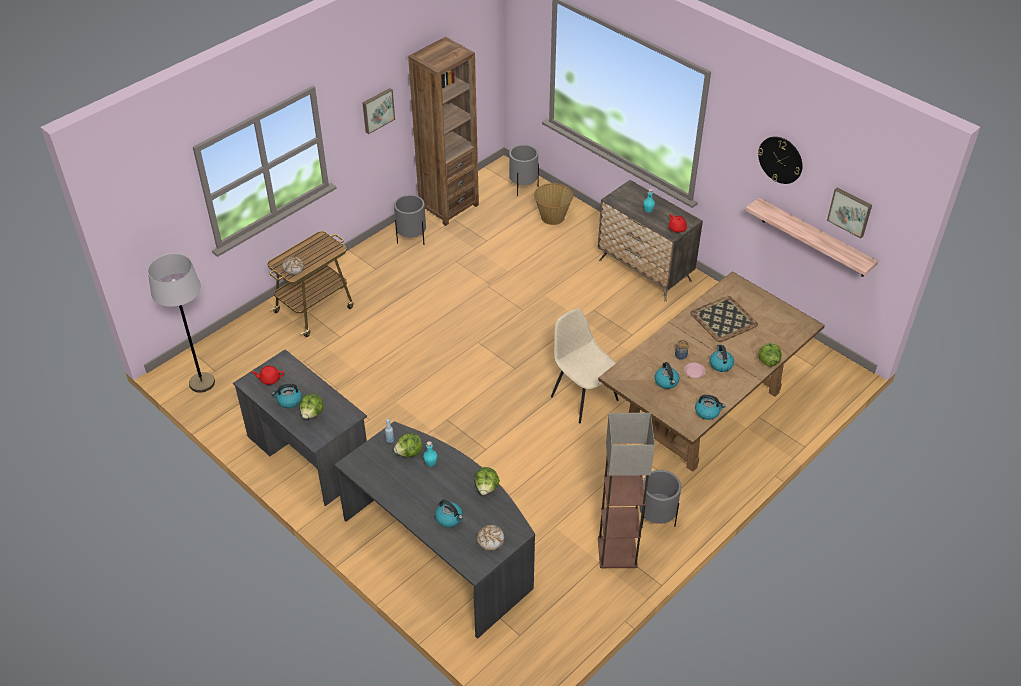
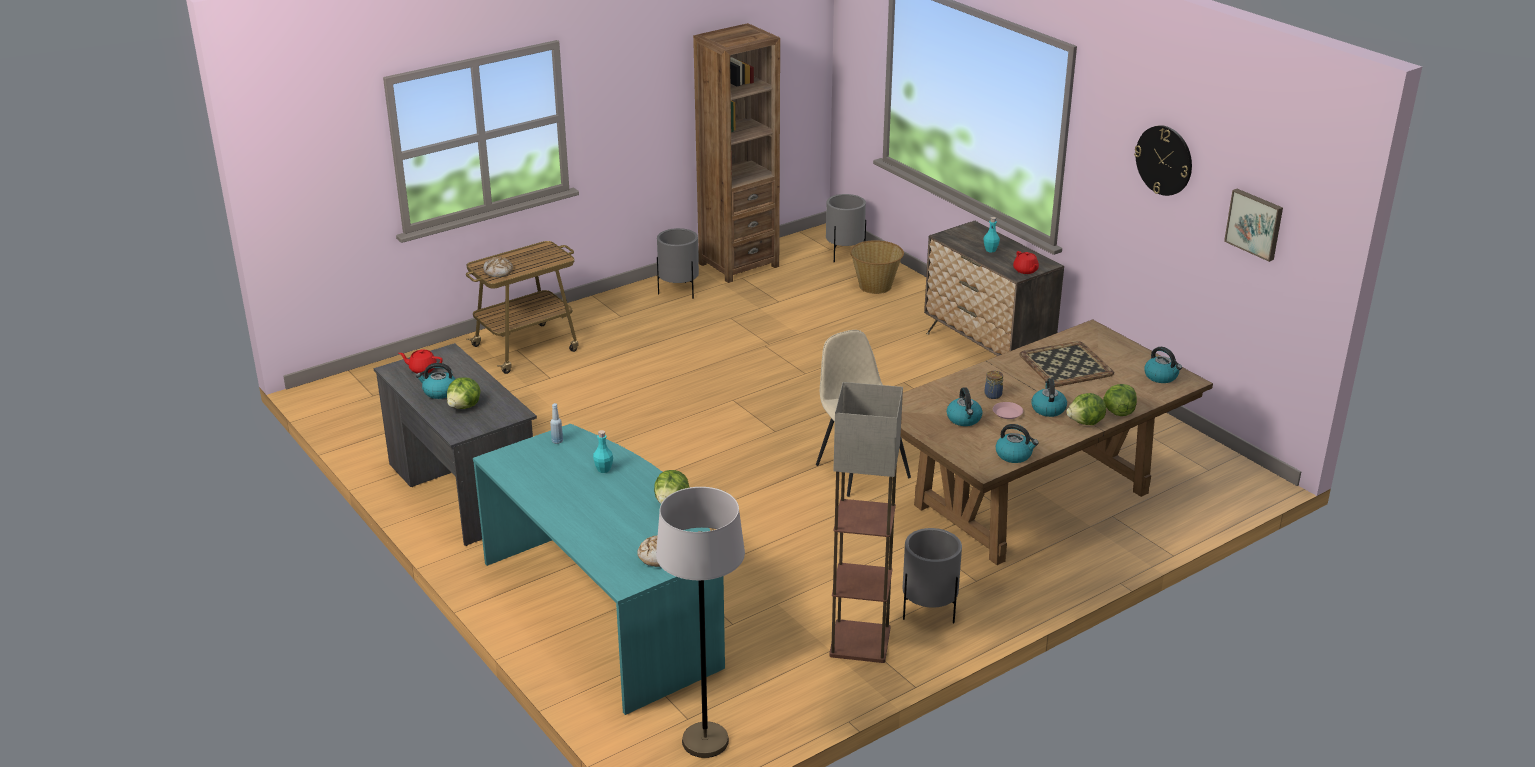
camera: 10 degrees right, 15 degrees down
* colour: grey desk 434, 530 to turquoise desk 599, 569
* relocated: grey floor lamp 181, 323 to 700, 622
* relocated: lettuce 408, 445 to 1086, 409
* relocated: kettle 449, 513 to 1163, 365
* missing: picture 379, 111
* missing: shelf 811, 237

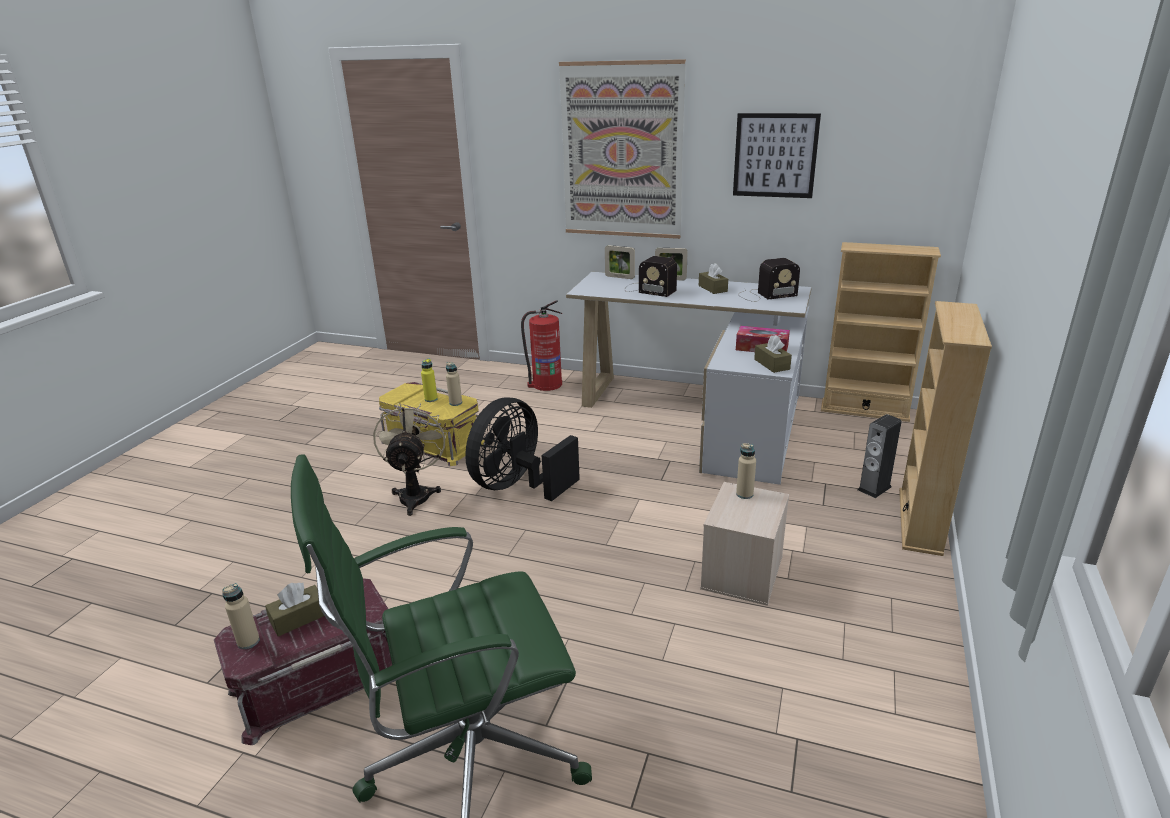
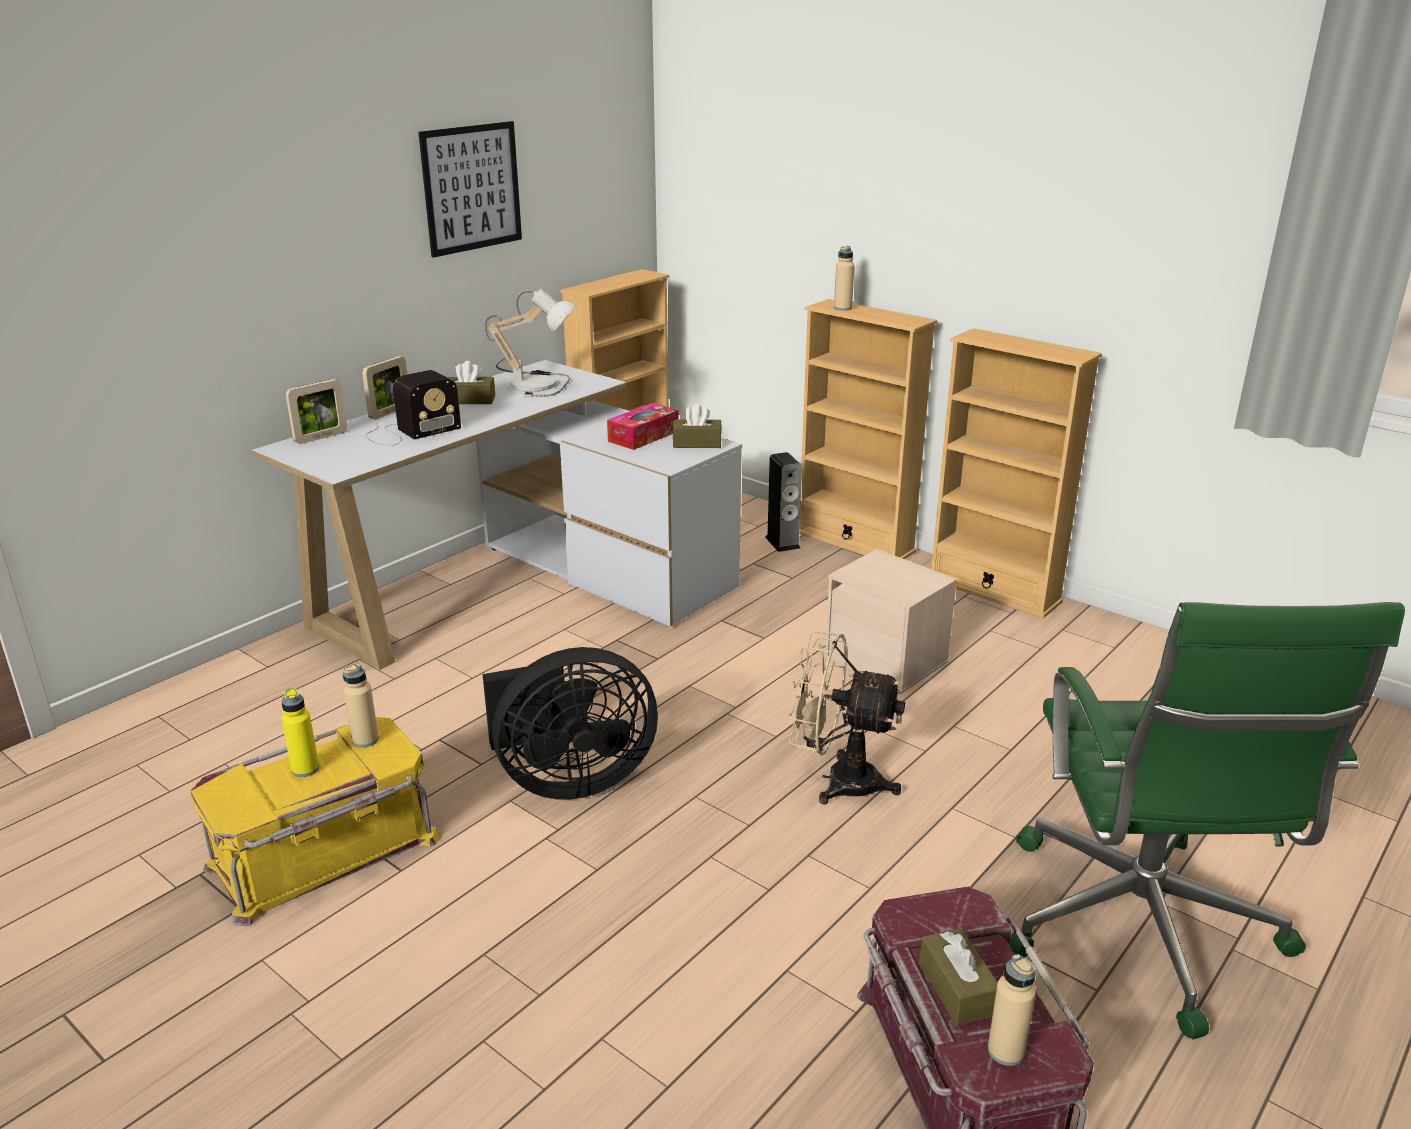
camera: 70 degrees left, 0 degrees up
* spun: black fan 522, 449 = 570, 723 75 degrees counterclockwise
* exchanged: radio 769, 280 to table lamp 530, 342
* relocated: beige fan 410, 459 to 846, 718
* relocated: beige bottle 746, 471 to 844, 278
* appeared: beige bookcase 1016, 473
* missing: fire extinguisher 541, 345
* missing: picture 622, 149

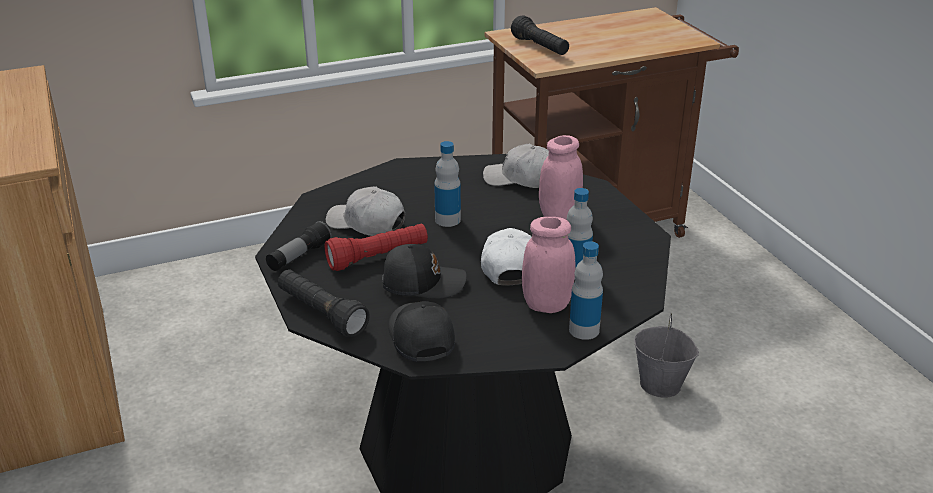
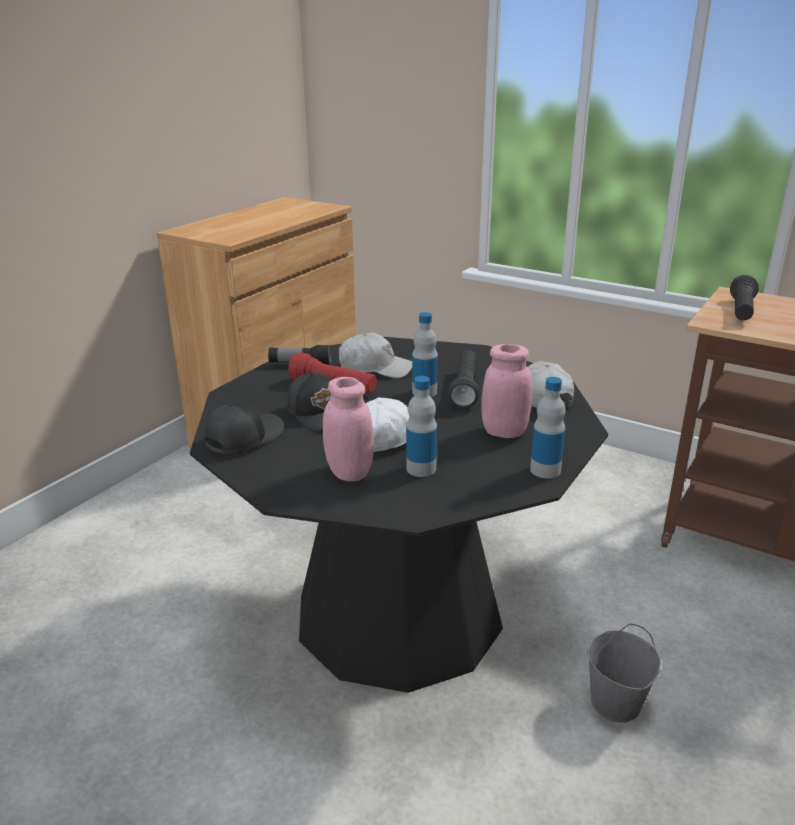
camera: 55 degrees right, 5 degrees down
* spun: white cap 365, 211 = 375, 355 105 degrees clockwise
* relocated: black flashlight 324, 303 to 463, 379
* relocated: bottle 586, 290 to 548, 427

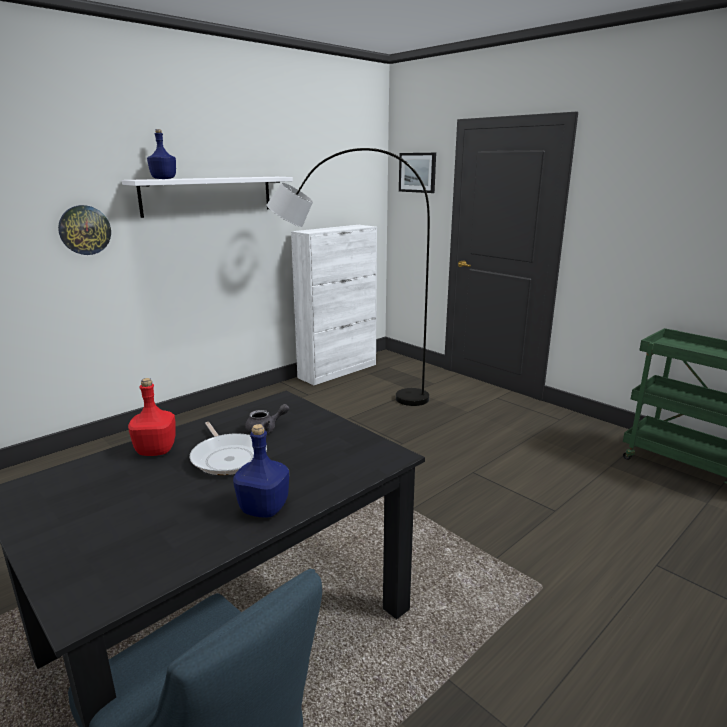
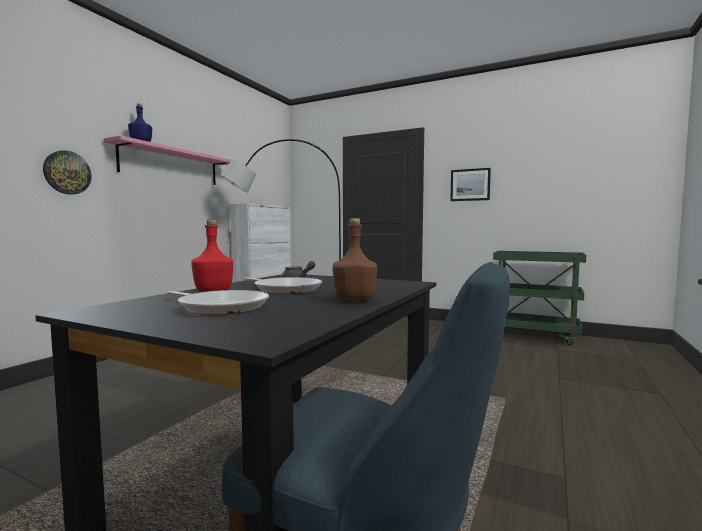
camera: 20 degrees left, 15 degrees down
* colour: white shelf 207, 197 to pink shelf 168, 160
* appeared: frying pan 218, 302
* colour: blue bottle 261, 471 to brown bottle 355, 259
* relocated: picture 417, 173 to 470, 184

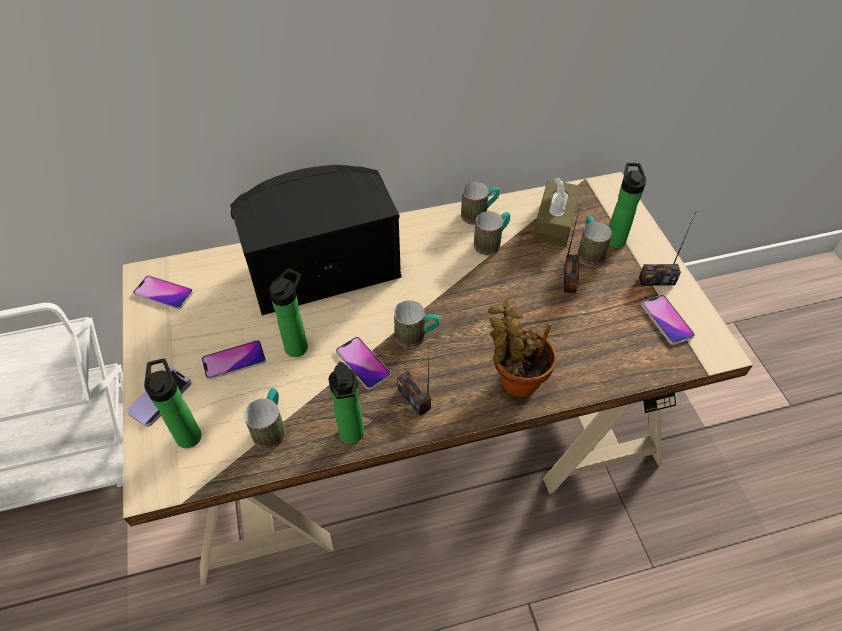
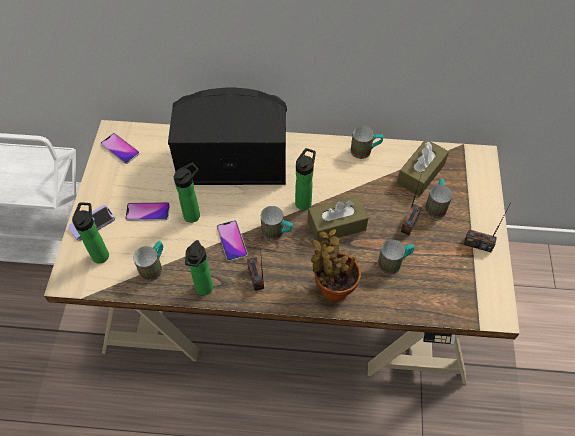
camera: 20 degrees right, 5 degrees up
* relocated: bottle 627, 206 to 305, 179
* appeared: brown tissue box 338, 219
* relocated: mug 492, 233 to 396, 257
* missing: phone 668, 320

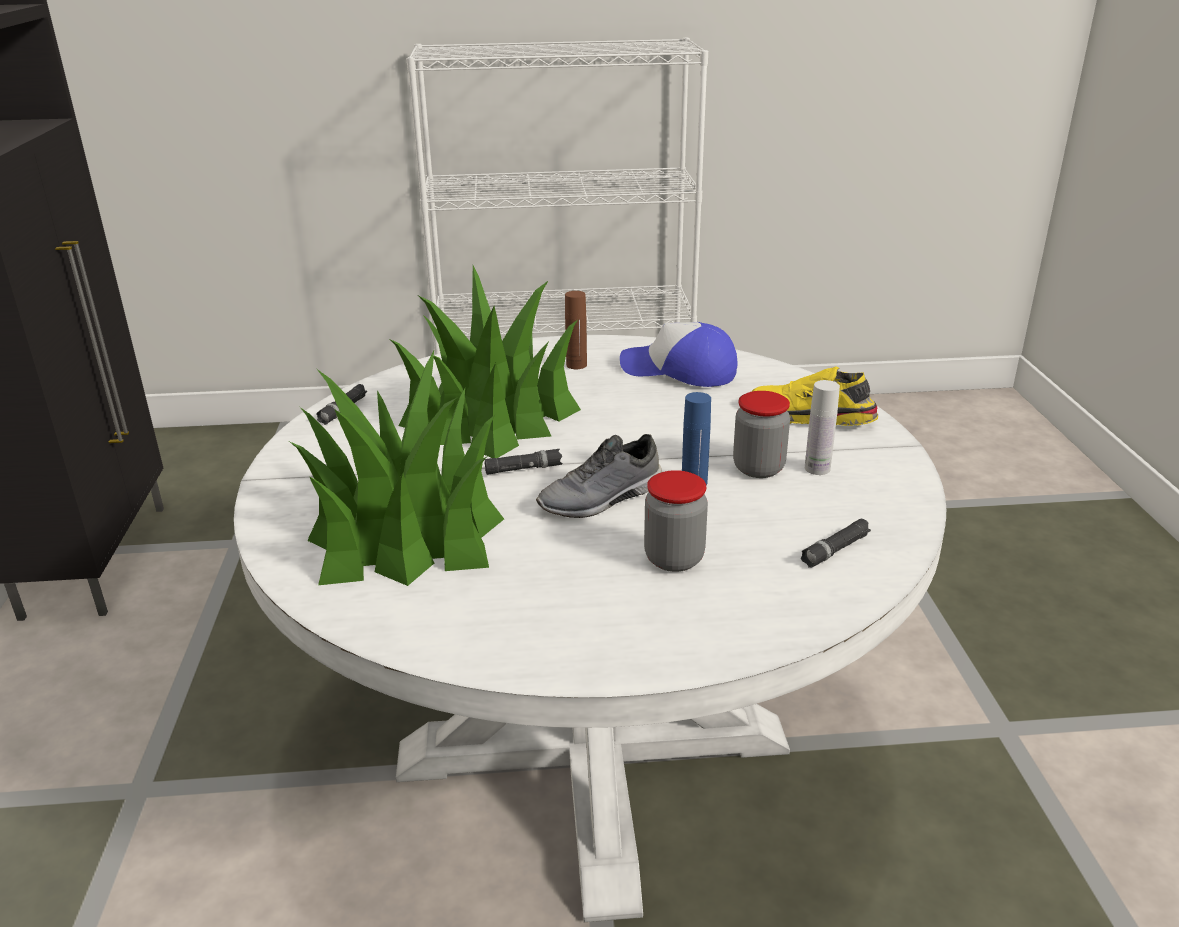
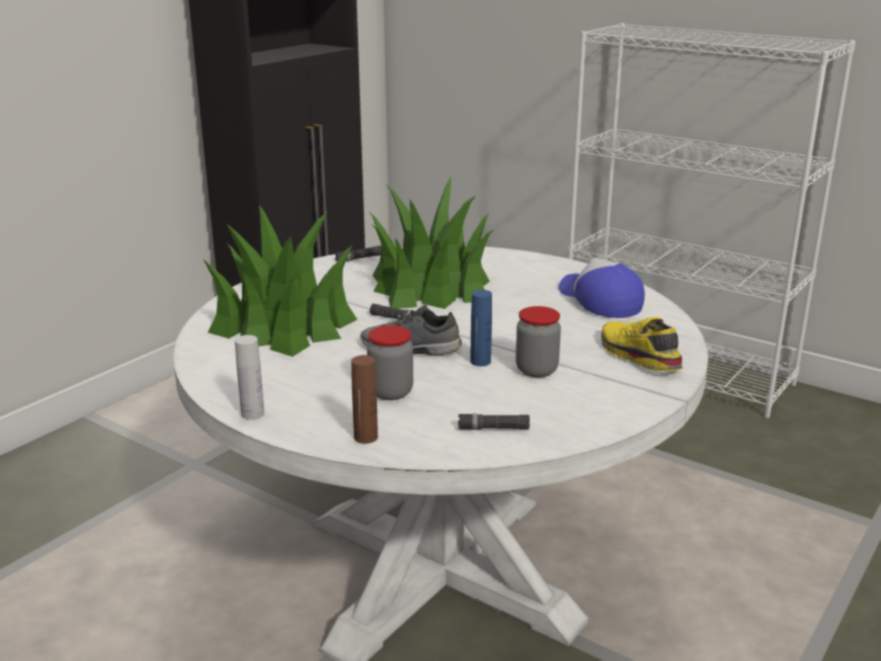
camera: 40 degrees right, 5 degrees down
* relocated: white bottle 822, 427 to 249, 377
* relocated: brown bottle 576, 330 to 364, 399

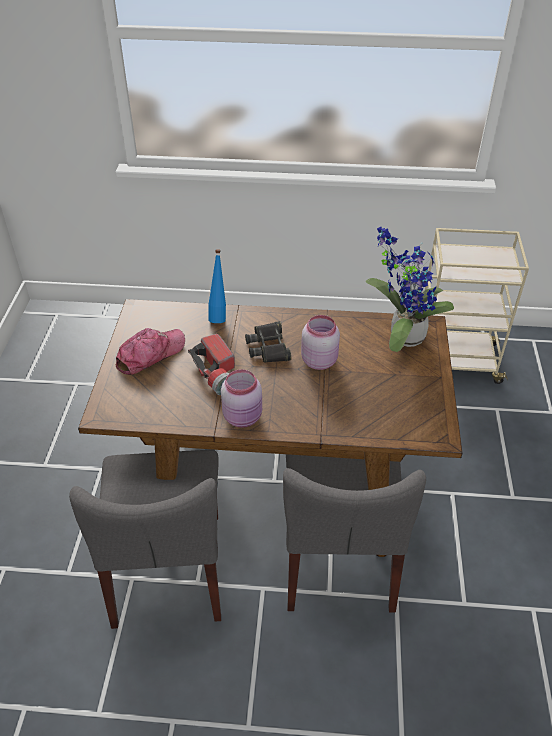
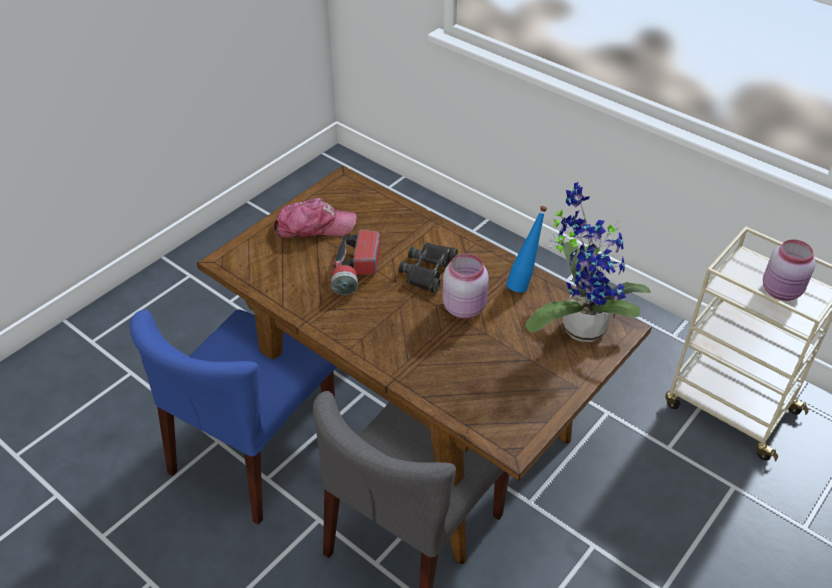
camera: 35 degrees right, 0 degrees up
* colour: grey chair 145, 539 to blue chair 233, 417
* relocated: blue bottle 217, 286 to 526, 249
* relocated: pink jar 241, 398 to 789, 270

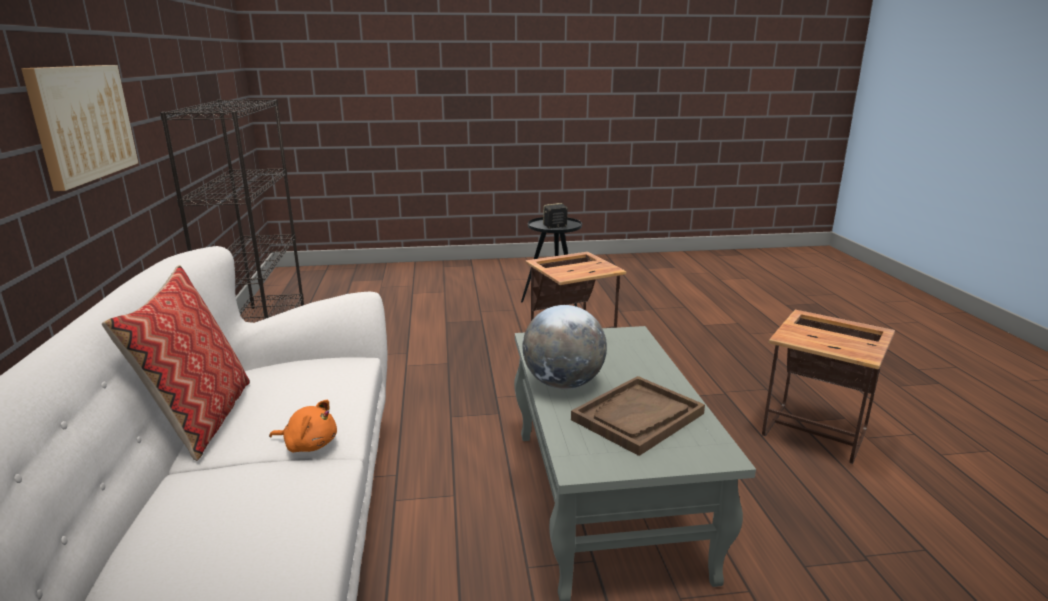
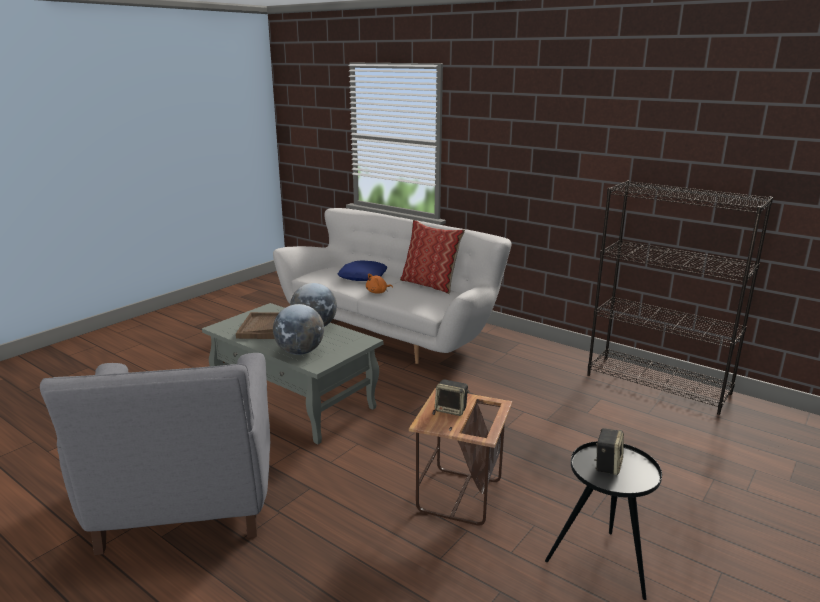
camera: 135 degrees right, 0 degrees up
* exchanged: side table 828, 387 to grey armchair 155, 454
* appeared: globe 298, 329
* appeared: blue pillow 362, 270
* appeared: speaker 452, 397
* missing: picture 79, 128

